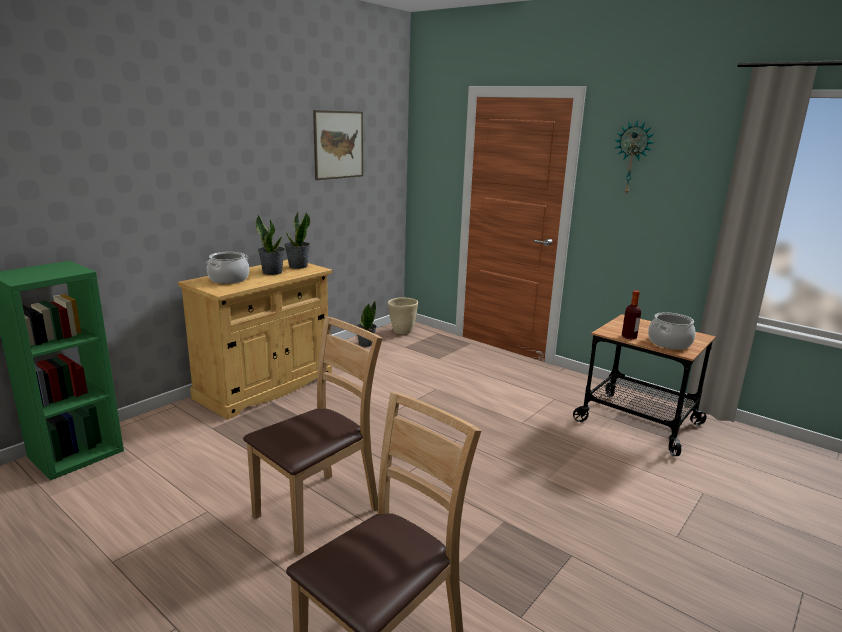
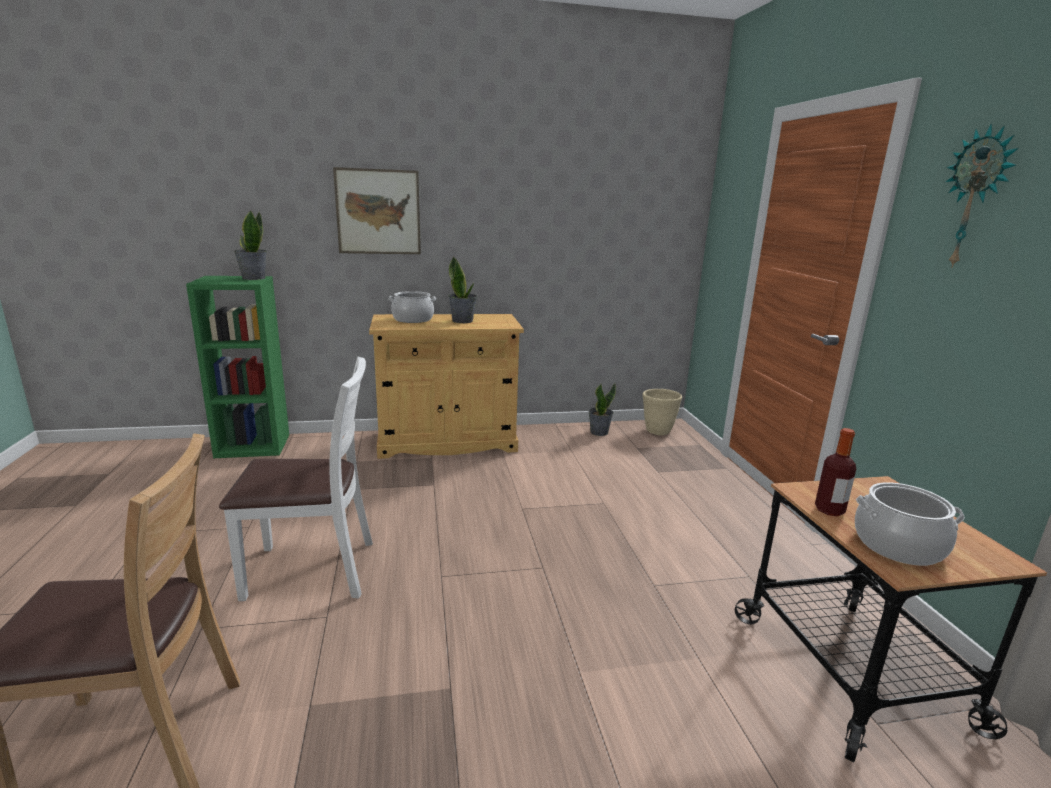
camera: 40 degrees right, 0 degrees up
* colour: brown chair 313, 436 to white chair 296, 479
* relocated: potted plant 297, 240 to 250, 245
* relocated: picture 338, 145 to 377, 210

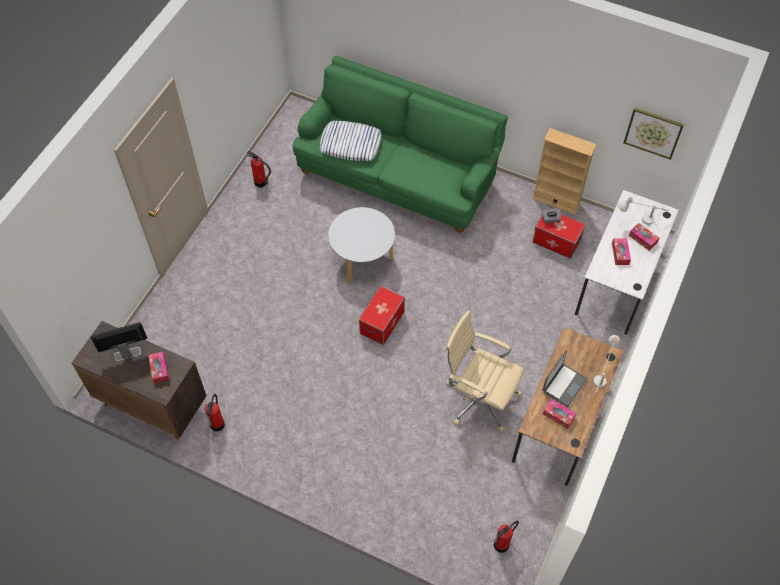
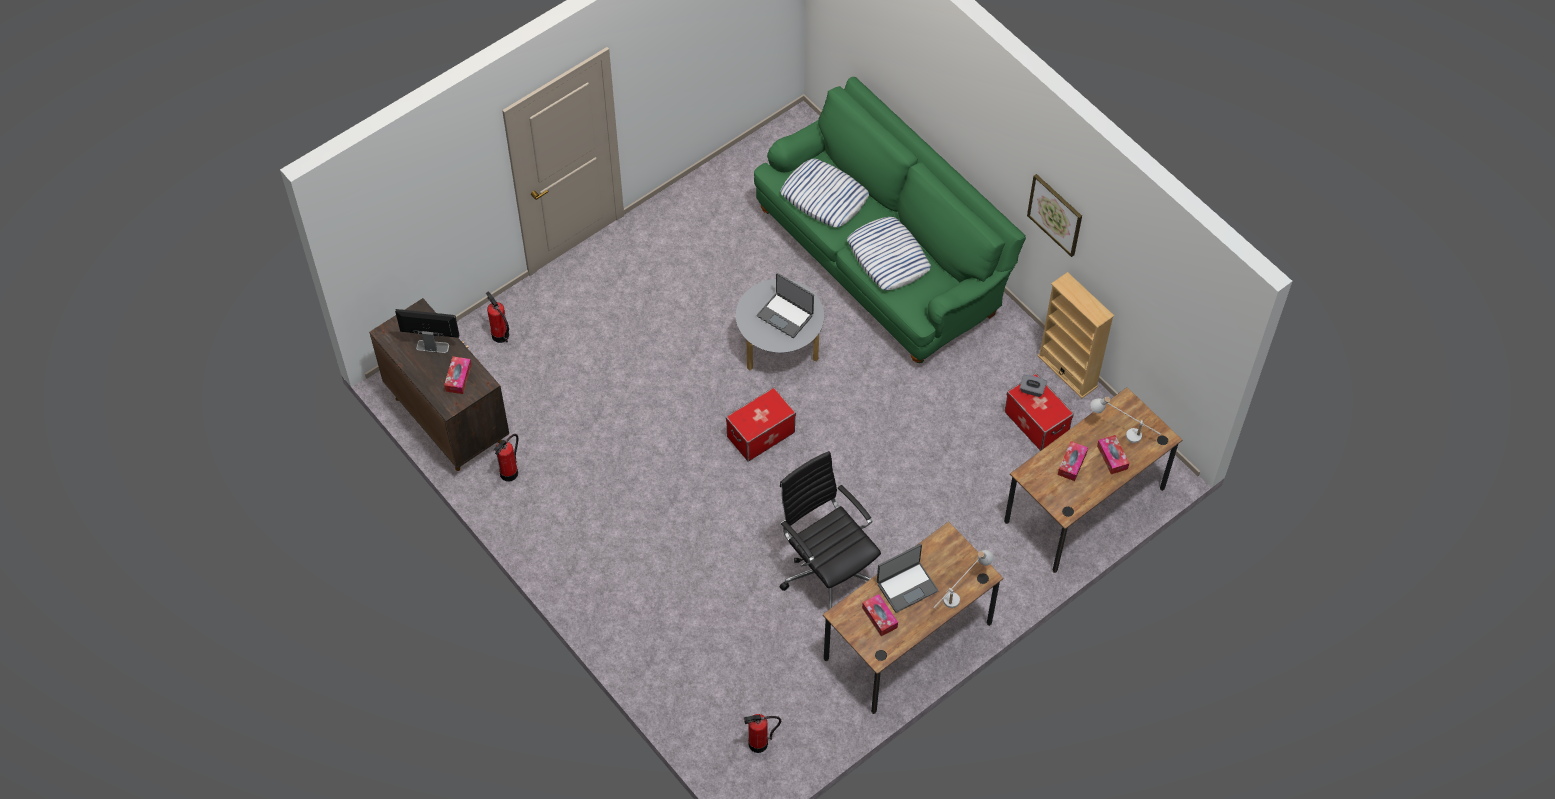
camera: 25 degrees right, 0 degrees up
* relocated: fire extinguisher 259, 169 to 497, 317
* appeared: laptop 785, 305
* colour: beige office chair 484, 371 to black office chair 830, 530
* appeared: pillow 889, 253
* colour: white desk 627, 262 to brown desk 1093, 480
* relocated: picture 654, 134 to 1054, 215

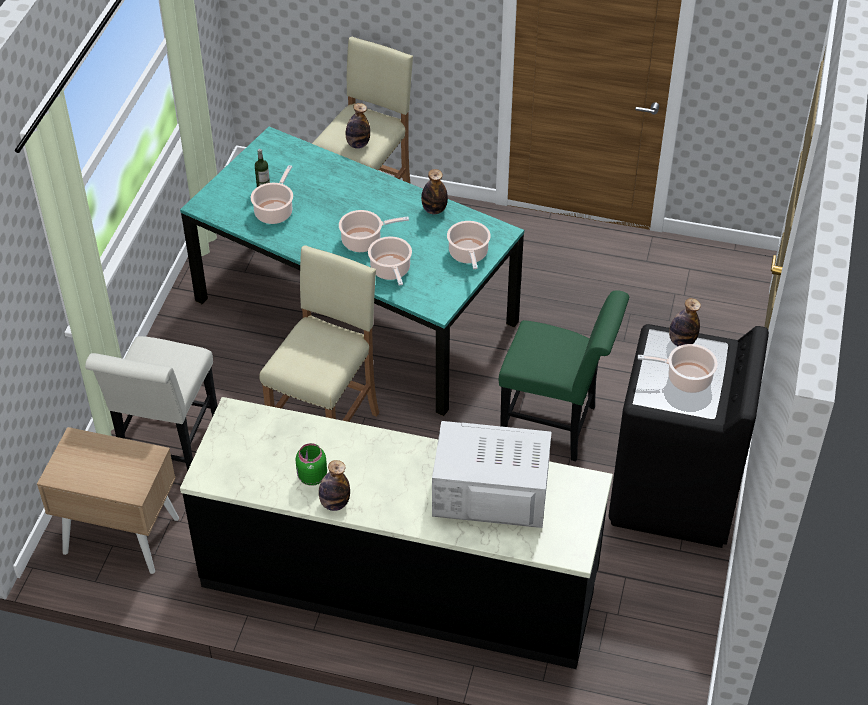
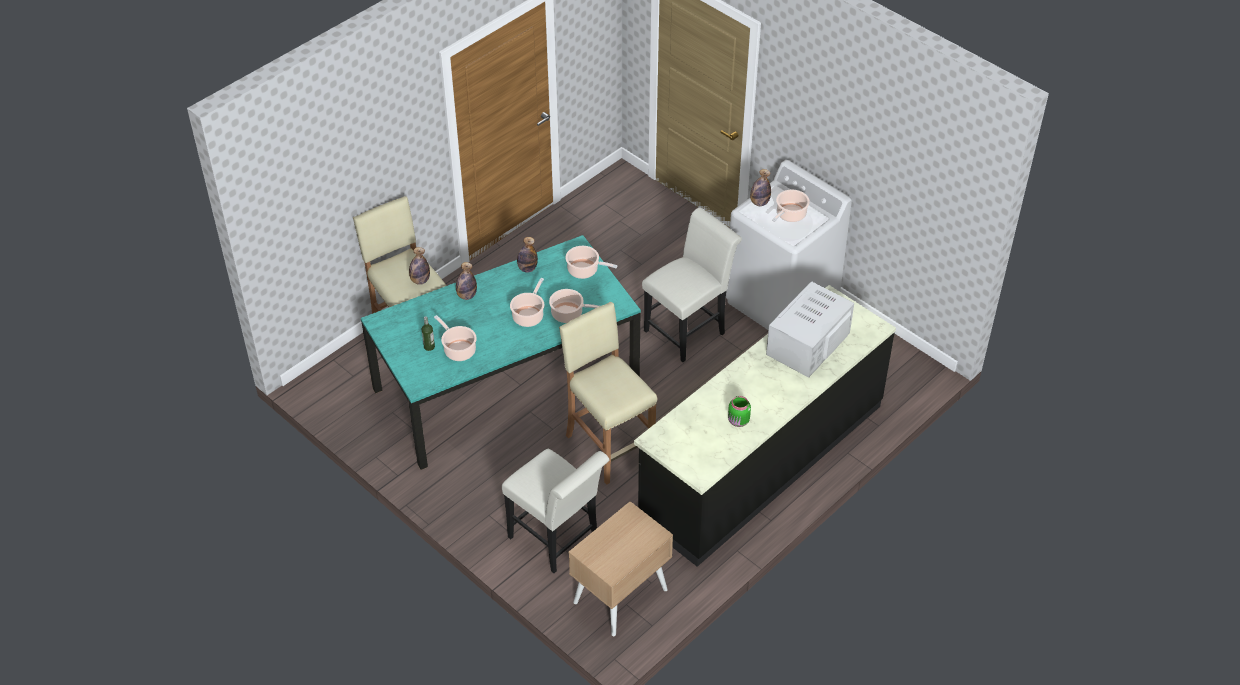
camera: 60 degrees left, 0 degrees up
* relocated: bottle 334, 485 to 466, 281
* colour: green chair 564, 375 to white chair 692, 284
* colour: black washing machine 688, 436 to white washing machine 789, 245

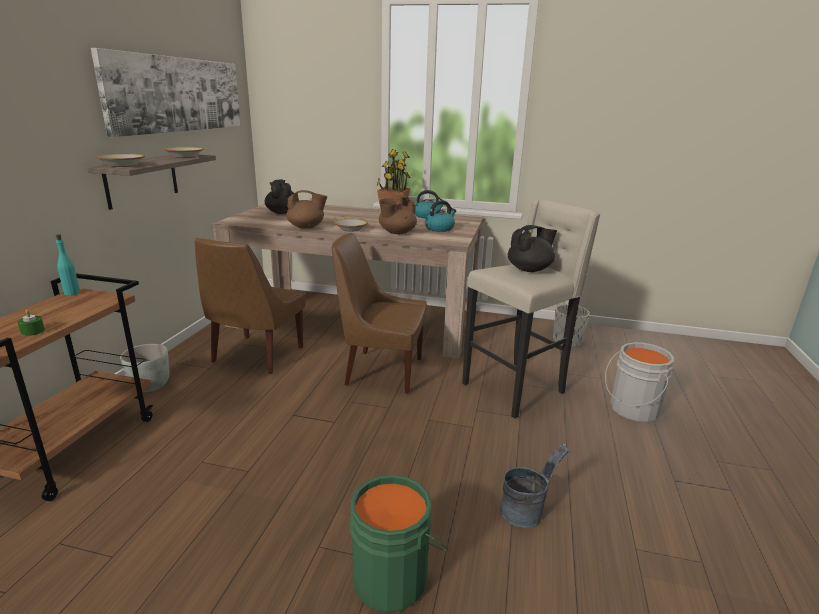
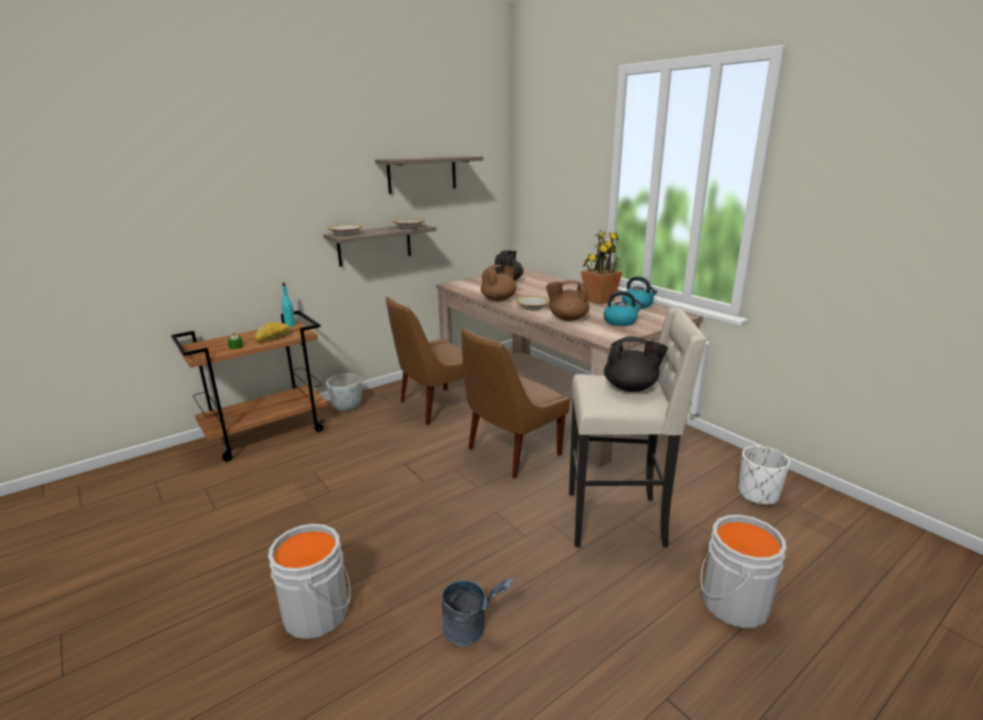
camera: 40 degrees right, 0 degrees up
* appeared: bread 273, 332
* colour: green bucket 399, 544 to grey bucket 309, 581
* exchanged: picture 166, 92 to shelf 429, 175
* spun: brown chair 379, 313 = 515, 403 90 degrees counterclockwise
* spun: brown teapot 306, 209 = 499, 283 75 degrees counterclockwise

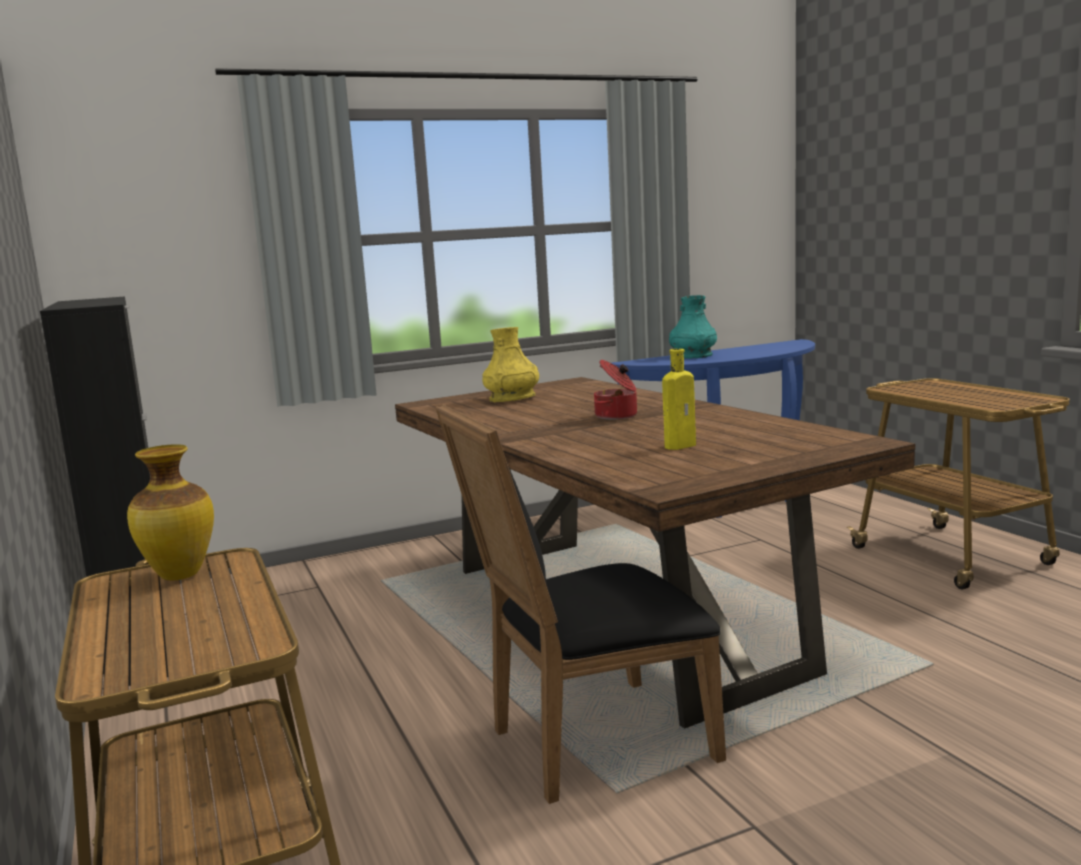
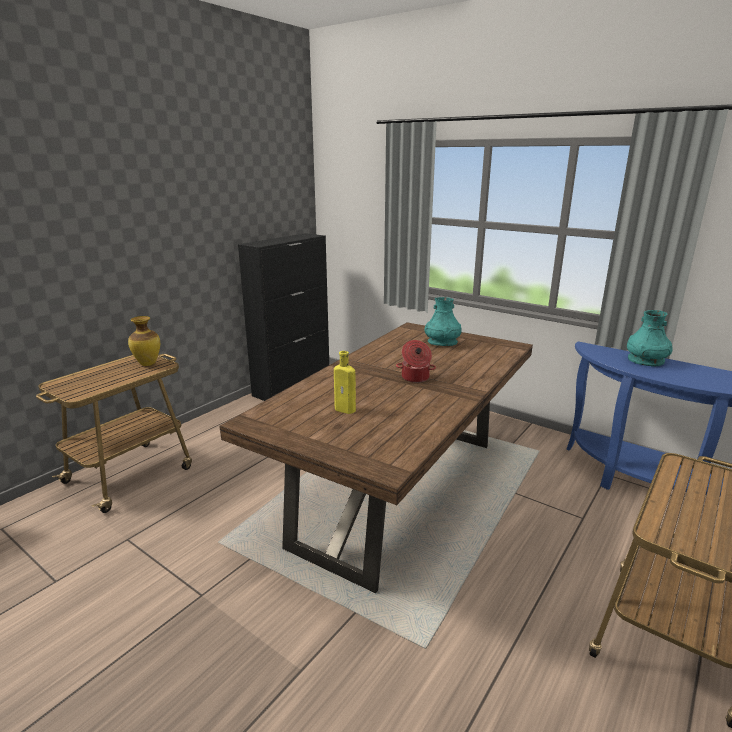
camera: 60 degrees right, 10 degrees up
* colour: yellow vase 510, 364 to turquoise vase 443, 321
* missing: black chair 580, 604

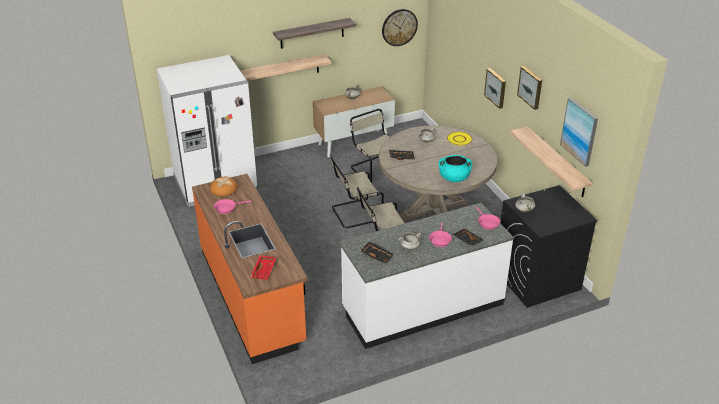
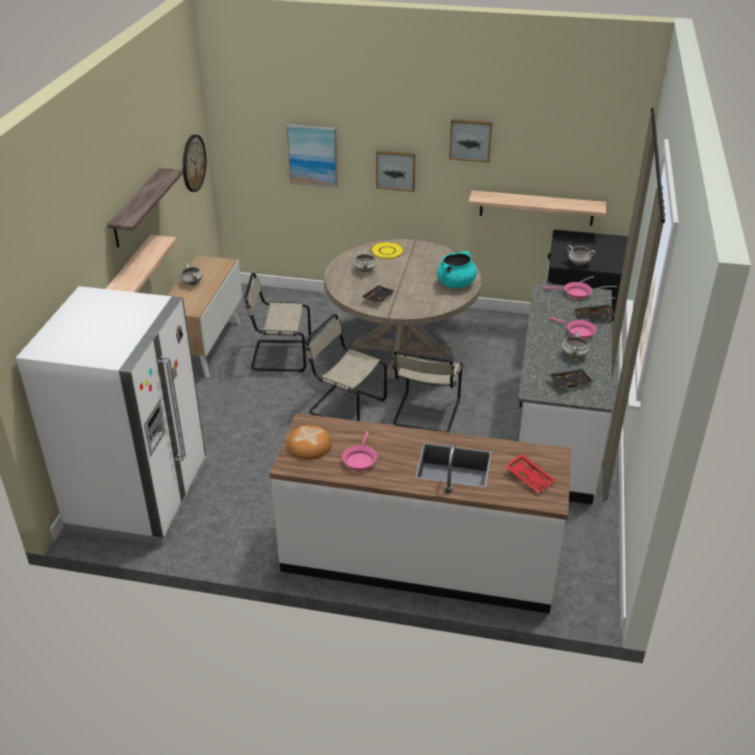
camera: 55 degrees left, 0 degrees up
* colour: orange counter 250, 269 to white counter 420, 513
* relocated: picture 579, 132 to 312, 155
* spun: beige chair 357, 192 = 346, 367 105 degrees clockwise

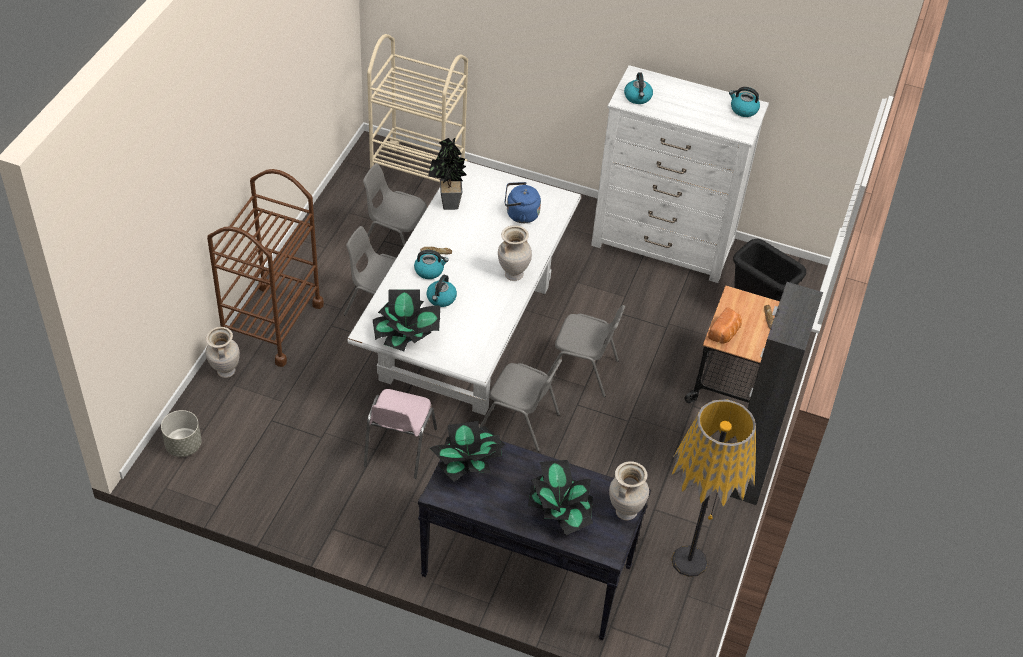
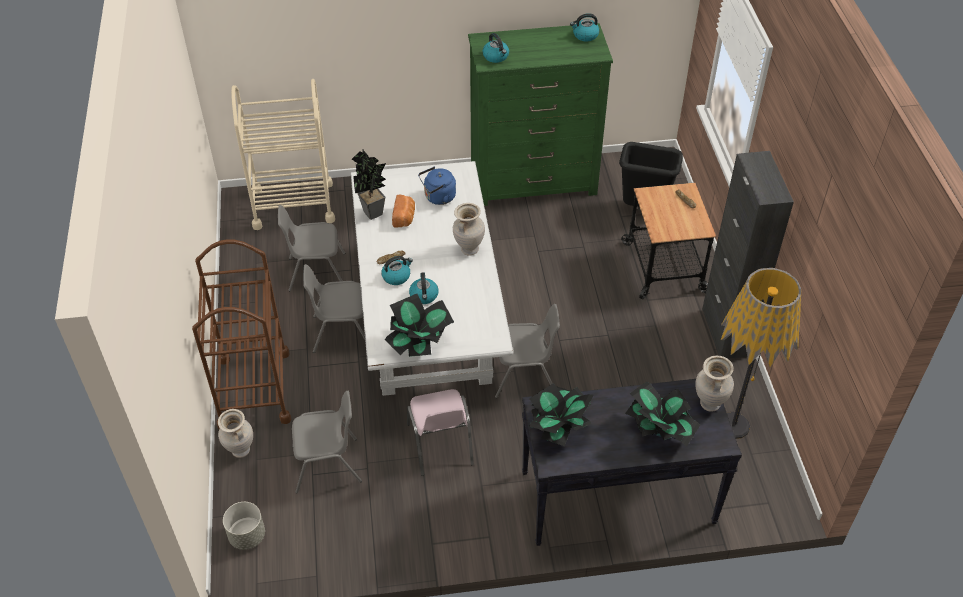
camera: 25 degrees left, 0 degrees up
* relocated: grey chair 586, 351 to 327, 442
* relocated: bread 725, 325 to 403, 211
* colour: white dresser 680, 174 to green dresser 540, 114

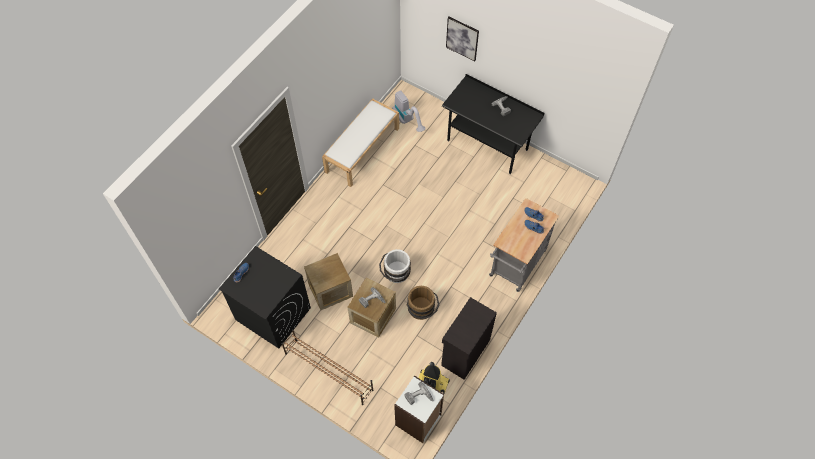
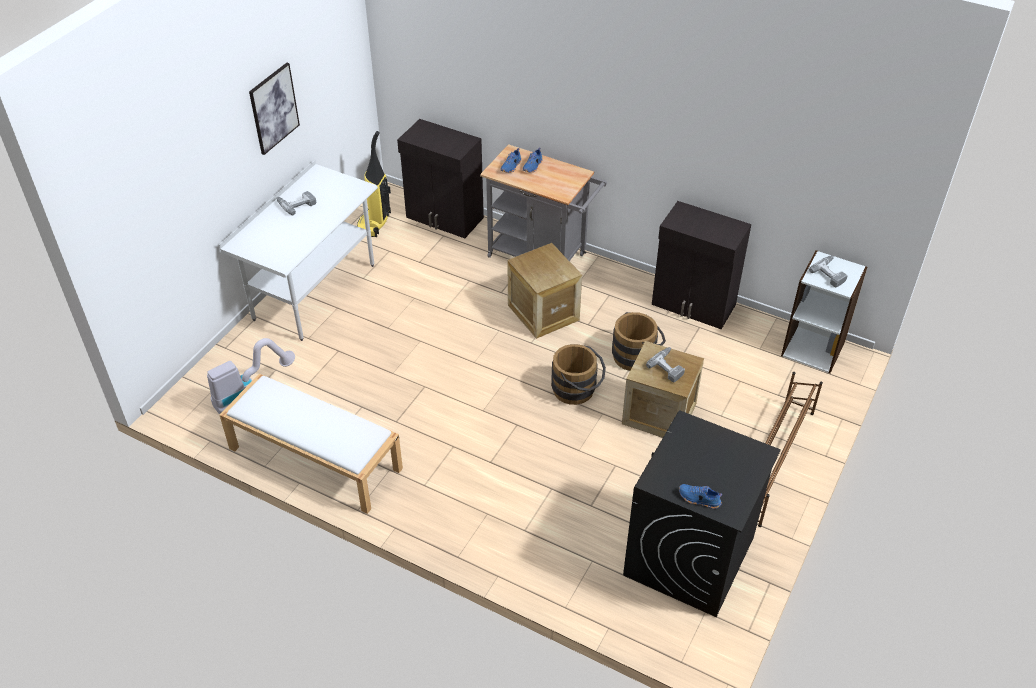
camera: 95 degrees left, 15 degrees down
* colour: black desk 493, 124 to white desk 298, 250
* relocated: picture 462, 39 to 274, 109
* relocated: vacuum cleaner 434, 378 to 374, 184
* appeared: black cabinet 440, 178
* relocated: crate 328, 281 to 544, 291
* colour: white bucket 395, 266 to brown bucket 578, 374

